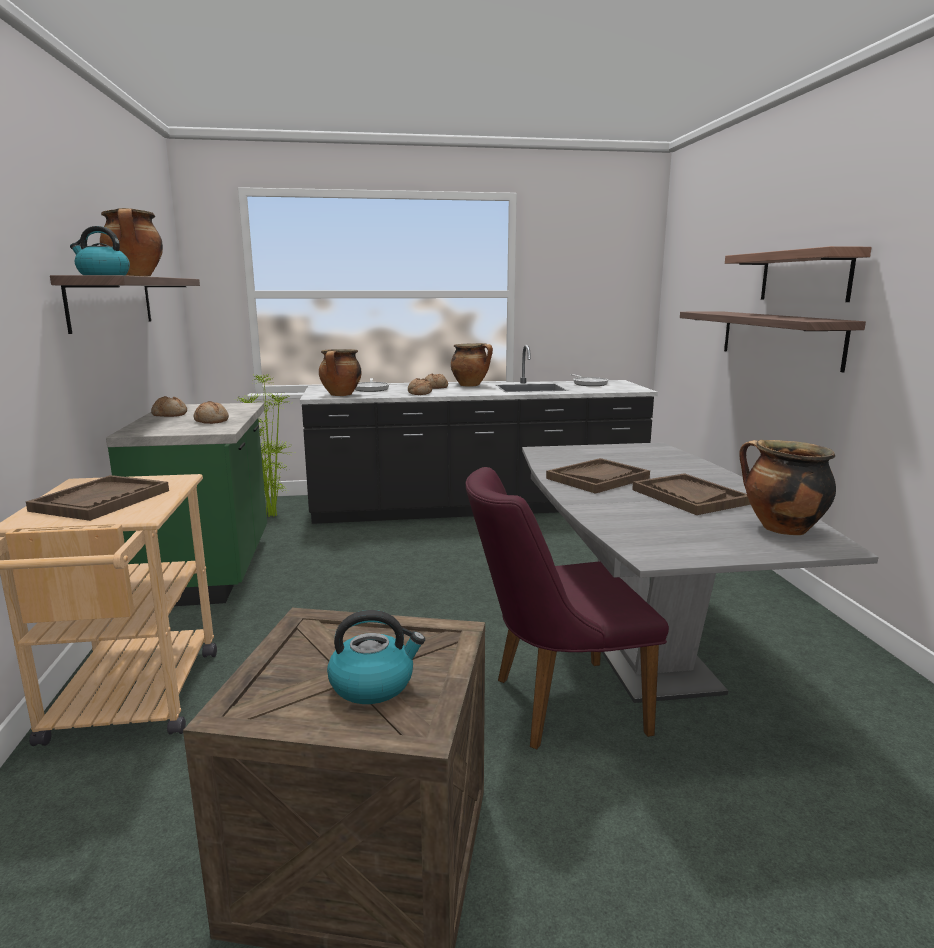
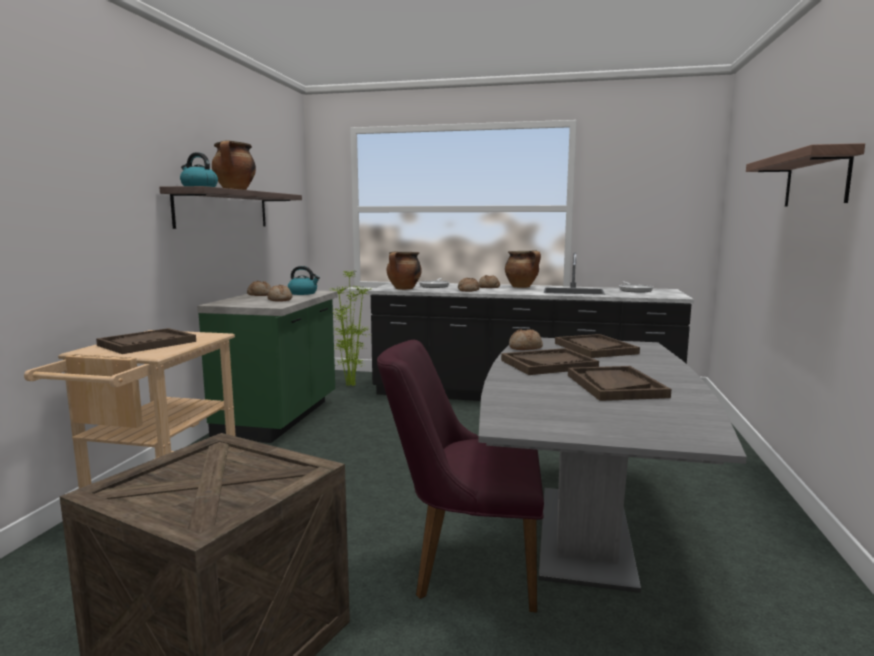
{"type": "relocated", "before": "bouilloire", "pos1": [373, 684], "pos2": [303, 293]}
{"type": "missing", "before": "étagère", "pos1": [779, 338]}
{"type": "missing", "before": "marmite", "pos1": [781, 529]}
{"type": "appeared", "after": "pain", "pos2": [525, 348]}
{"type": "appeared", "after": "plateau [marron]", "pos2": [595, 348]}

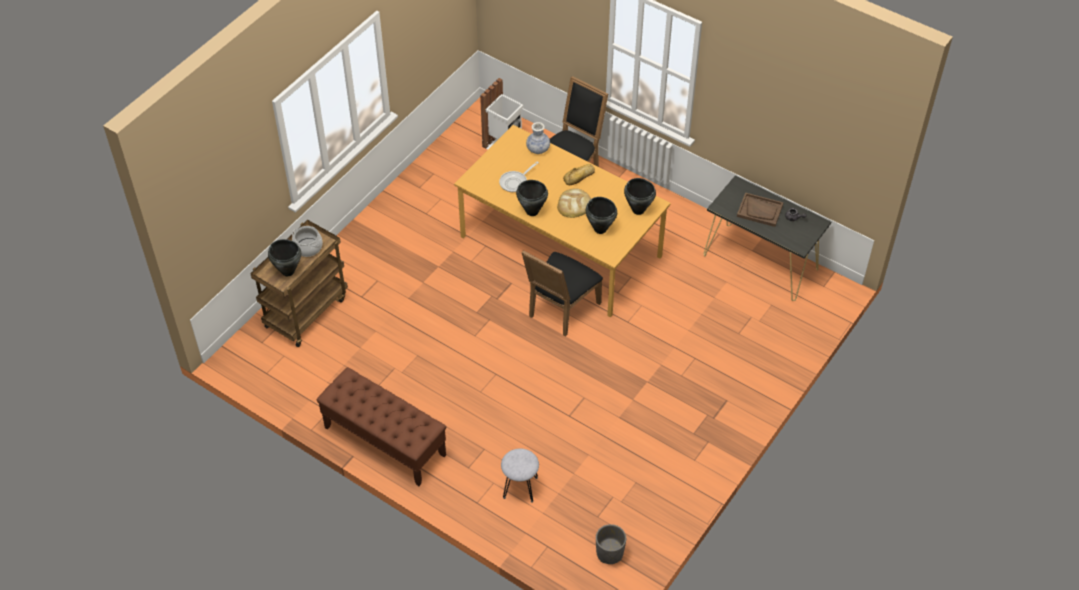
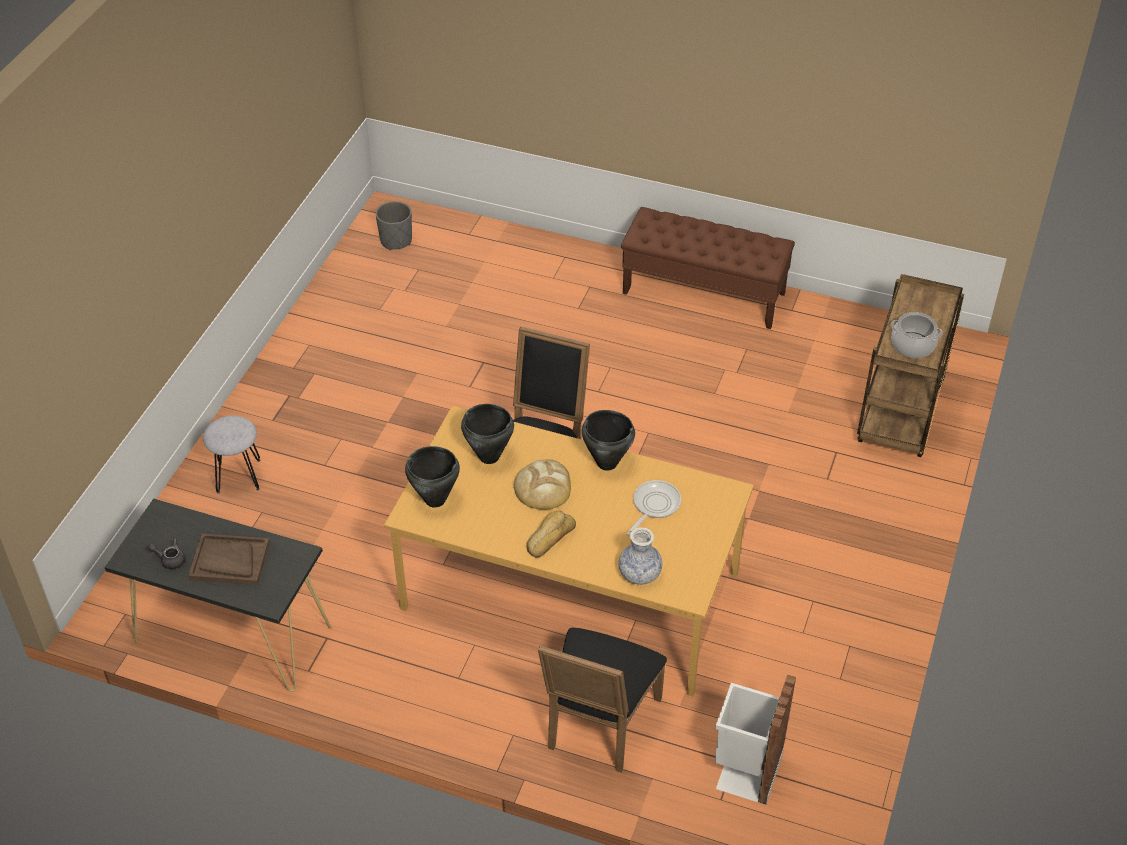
{"type": "missing", "before": "marmite [noir]", "pos1": [288, 271]}
{"type": "relocated", "before": "tabouret [gris]", "pos1": [520, 488], "pos2": [238, 475]}

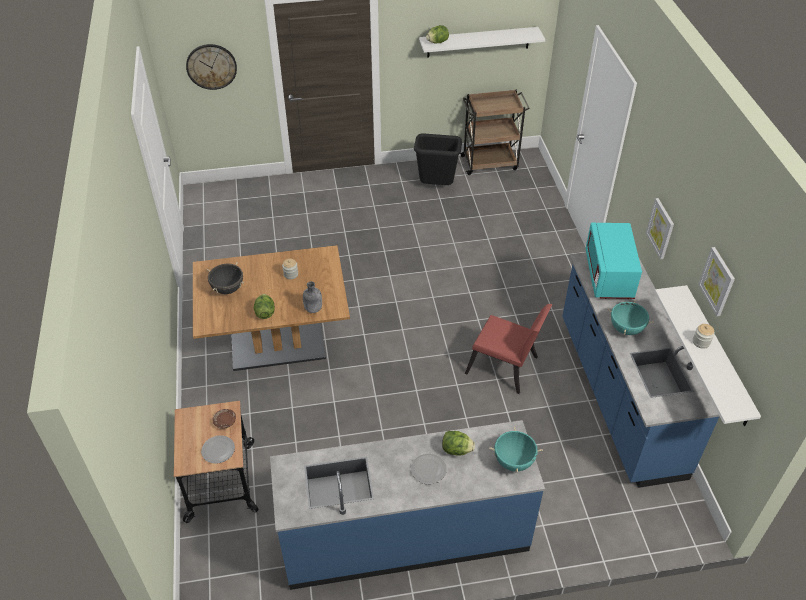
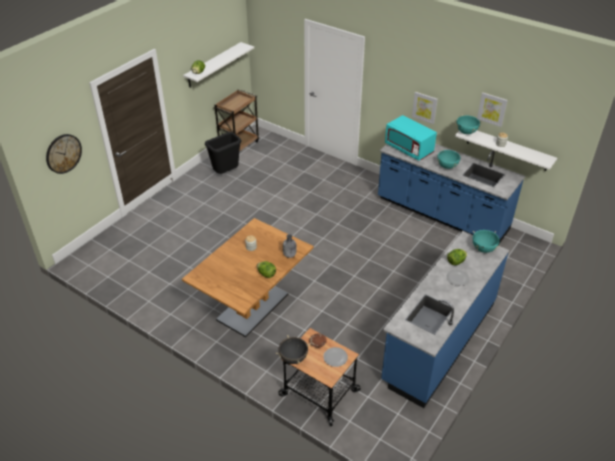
{"type": "relocated", "before": "marmite [noir]", "pos1": [228, 289], "pos2": [293, 358]}
{"type": "missing", "before": "chaise [rouge]", "pos1": [505, 368]}
{"type": "appeared", "after": "marmite [turquoise]", "pos2": [466, 132]}

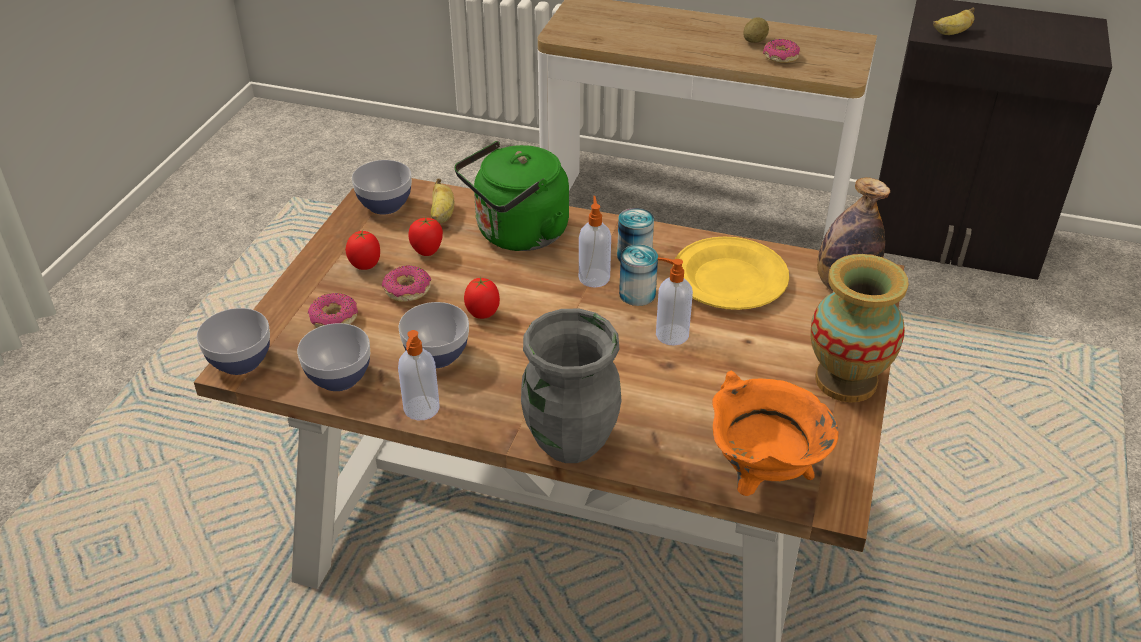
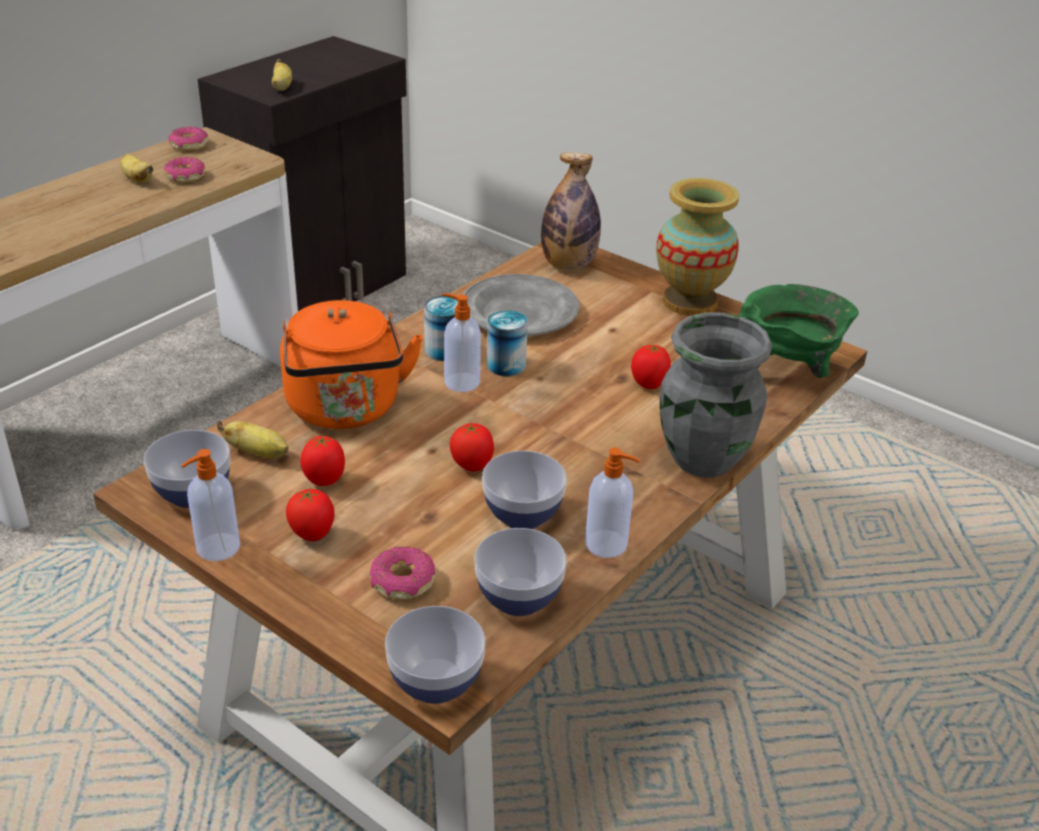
{"type": "relocated", "before": "beignet", "pos1": [407, 290], "pos2": [189, 145]}
{"type": "colour", "before": "bouilloire [vert]", "after": "bouilloire [orange]", "pos1": [517, 234], "pos2": [346, 410]}
{"type": "relocated", "before": "distributeur de savon", "pos1": [670, 334], "pos2": [216, 548]}
{"type": "colour", "before": "assiette [jaune]", "after": "assiette [gris]", "pos1": [730, 279], "pos2": [519, 312]}
{"type": "colour", "before": "marmite [orange]", "after": "marmite [vert]", "pos1": [762, 477], "pos2": [787, 373]}
{"type": "exchanged", "before": "pomme de terre", "after": "banane", "pos1": [754, 41], "pos2": [137, 179]}
{"type": "appeared", "after": "tomate", "pos2": [649, 385]}

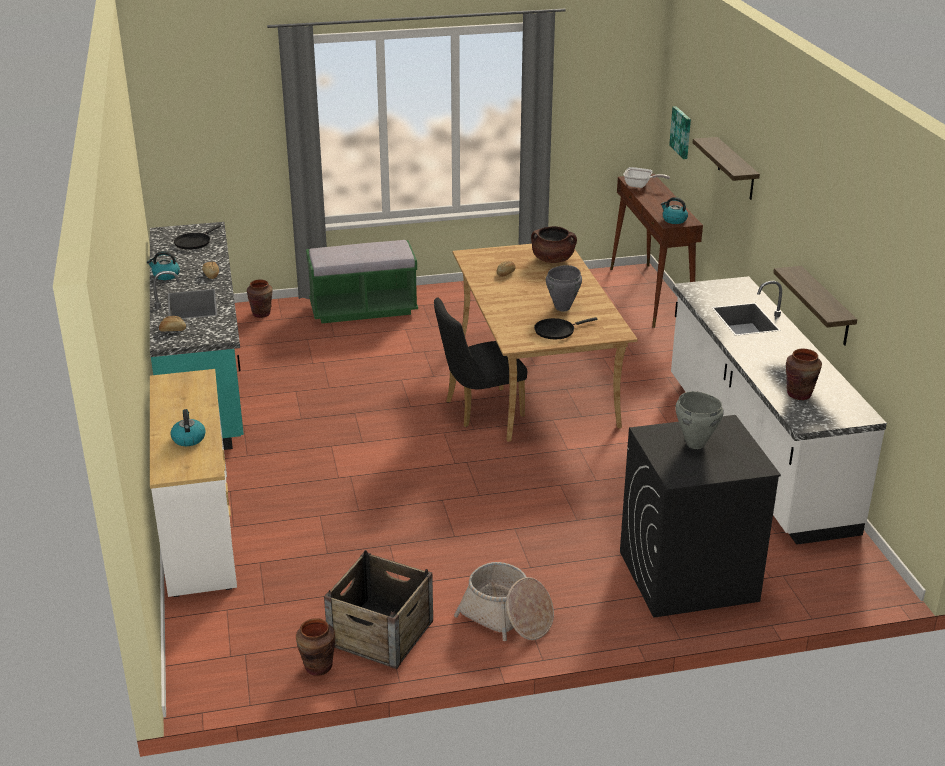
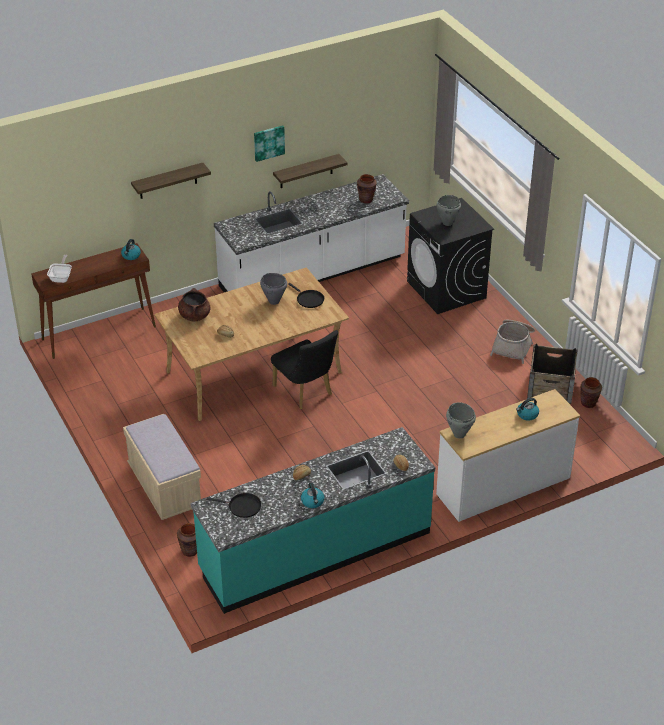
{"type": "colour", "before": "banc [vert]", "after": "banc [beige]", "pos1": [363, 309], "pos2": [165, 487]}
{"type": "relocated", "before": "tableau", "pos1": [682, 132], "pos2": [268, 142]}
{"type": "appeared", "after": "marmite [gris]", "pos2": [459, 434]}

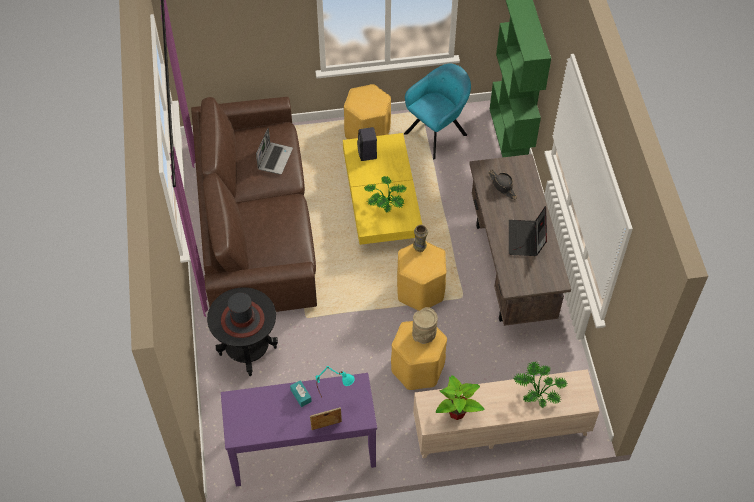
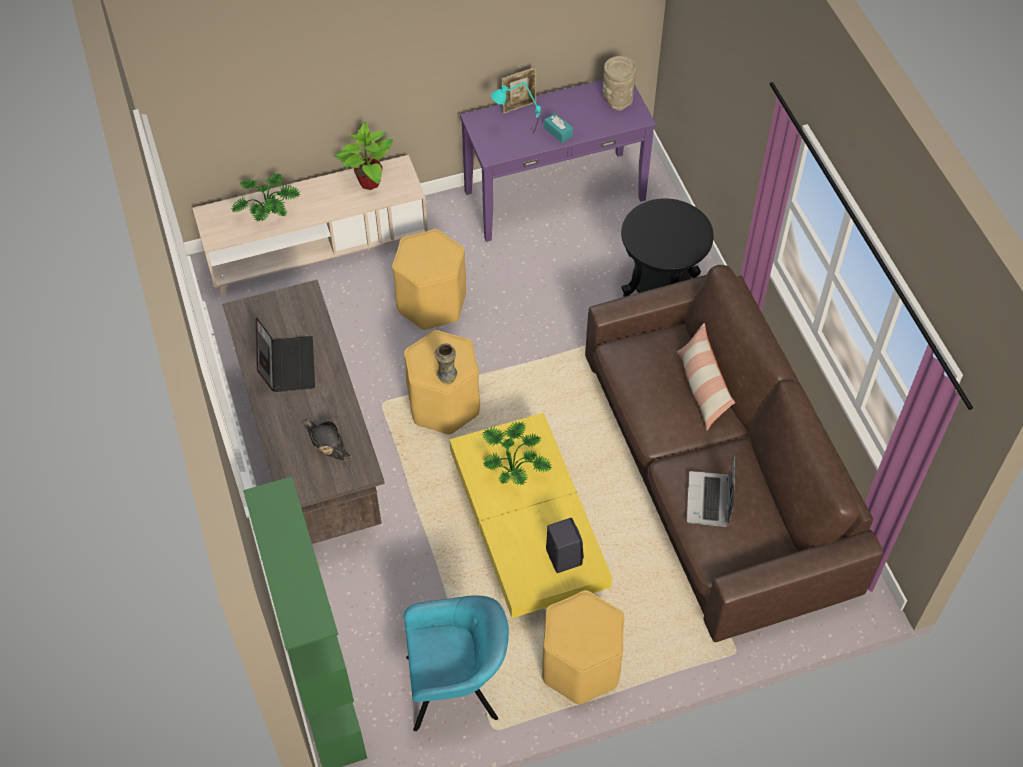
{"type": "missing", "before": "chapeau", "pos1": [242, 320]}
{"type": "spun", "before": "fauteuil [turquoise]", "pos1": [437, 133], "pos2": [457, 687], "turn": -135}
{"type": "relocated", "before": "vase [beige]", "pos1": [424, 335], "pos2": [617, 99]}
{"type": "appeared", "after": "coussin", "pos2": [702, 388]}

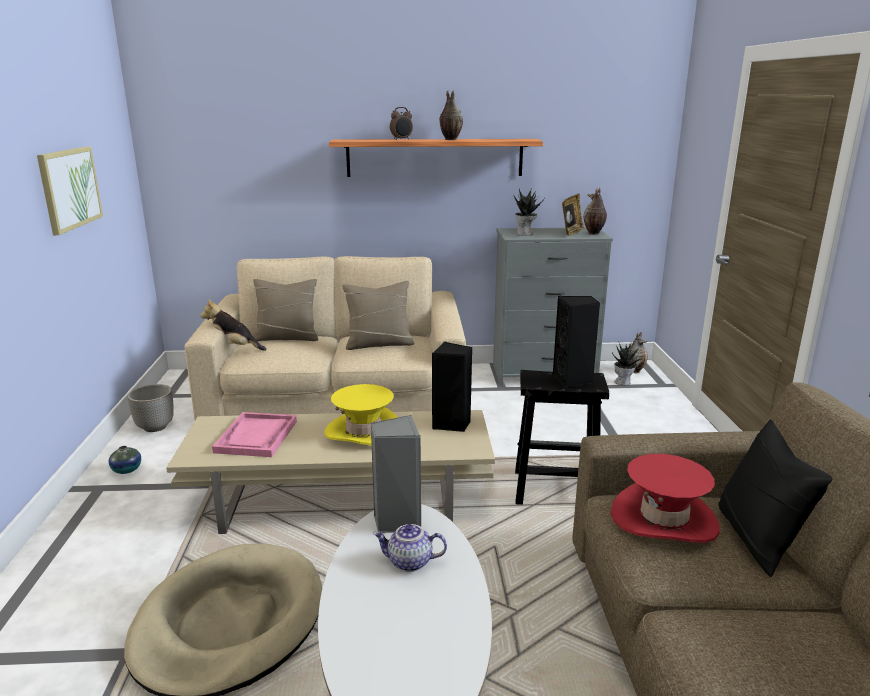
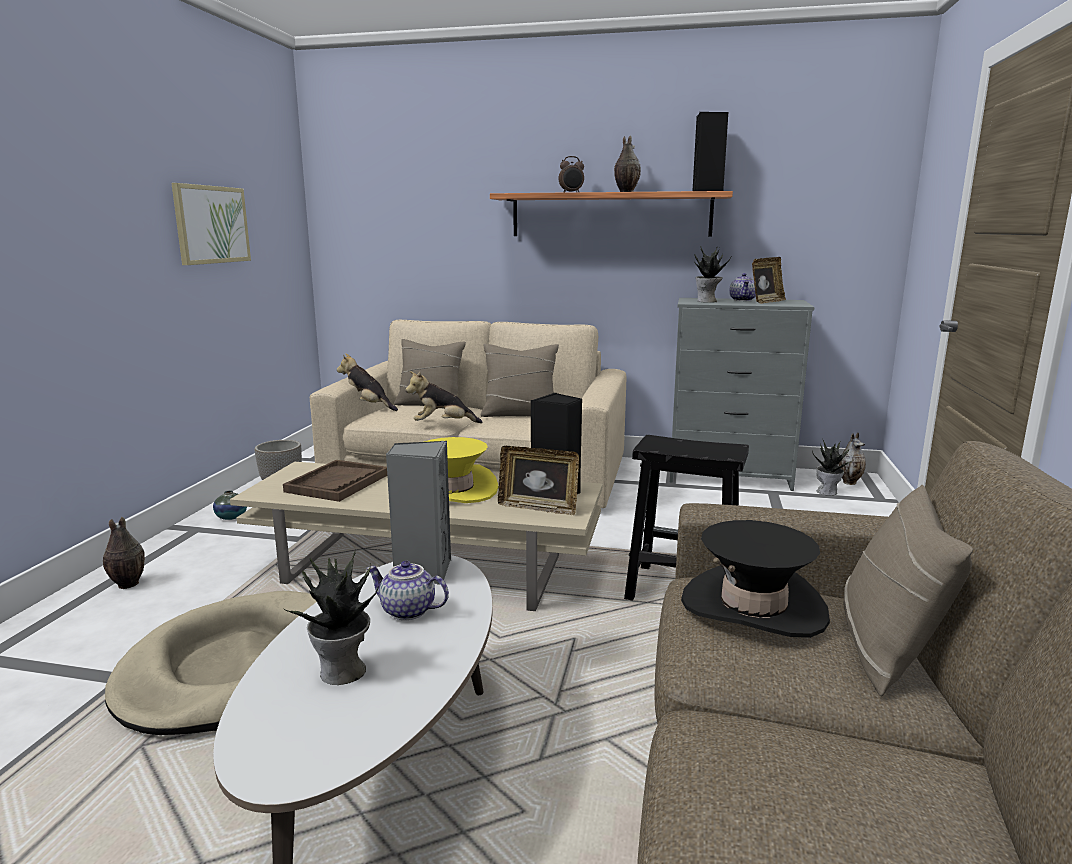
{"type": "colour", "before": "plateau [rose]", "after": "plateau [marron]", "pos1": [256, 436], "pos2": [338, 483]}
{"type": "relocated", "before": "enceinte [noir]", "pos1": [573, 380], "pos2": [707, 191]}
{"type": "relocated", "before": "vase", "pos1": [593, 233], "pos2": [127, 585]}
{"type": "colour", "before": "chapeau [rouge]", "after": "chapeau [noir]", "pos1": [663, 518], "pos2": [753, 606]}
{"type": "colour", "before": "coussin [noir]", "after": "coussin [beige]", "pos1": [757, 538], "pos2": [887, 650]}
{"type": "appeared", "after": "plante en pot", "pos2": [342, 673]}
{"type": "appeared", "after": "peluche", "pos2": [442, 425]}
{"type": "appeared", "after": "cadre photo", "pos2": [538, 508]}
{"type": "appeared", "after": "théière", "pos2": [743, 300]}

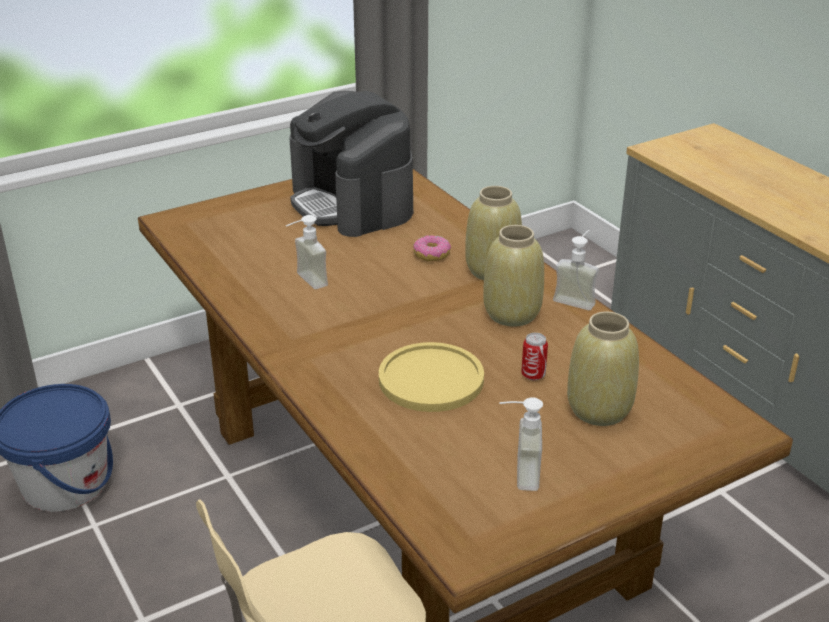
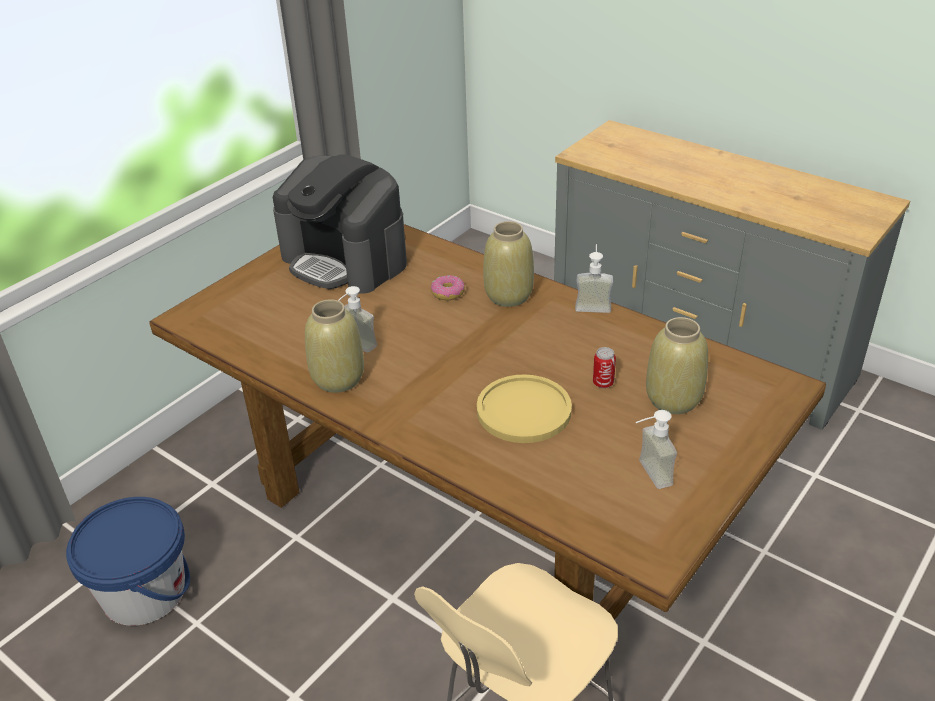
{"type": "relocated", "before": "vase [beige]", "pos1": [512, 314], "pos2": [339, 379]}

